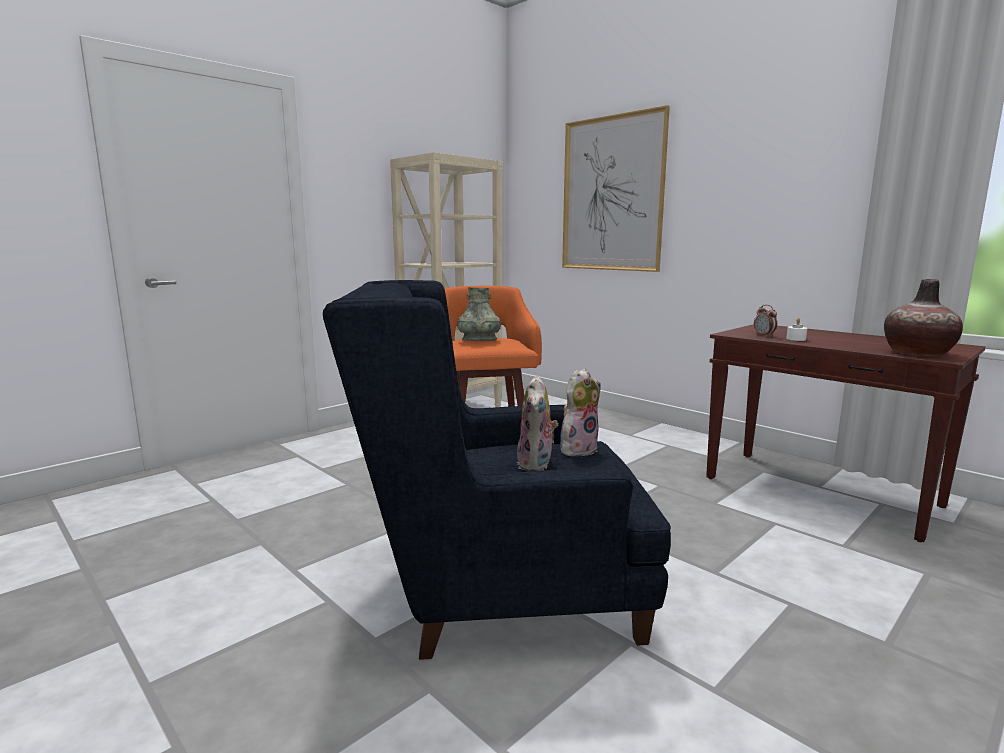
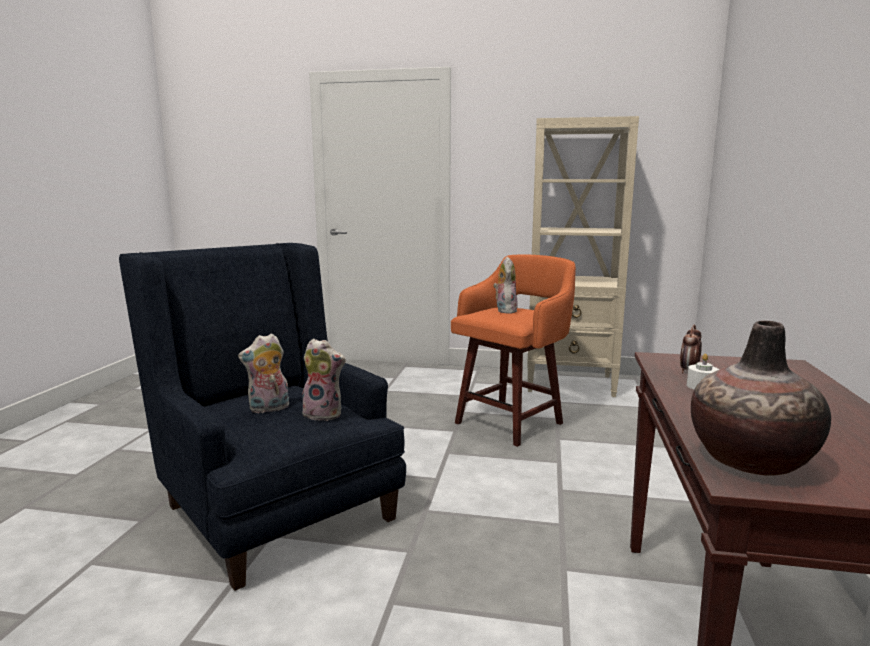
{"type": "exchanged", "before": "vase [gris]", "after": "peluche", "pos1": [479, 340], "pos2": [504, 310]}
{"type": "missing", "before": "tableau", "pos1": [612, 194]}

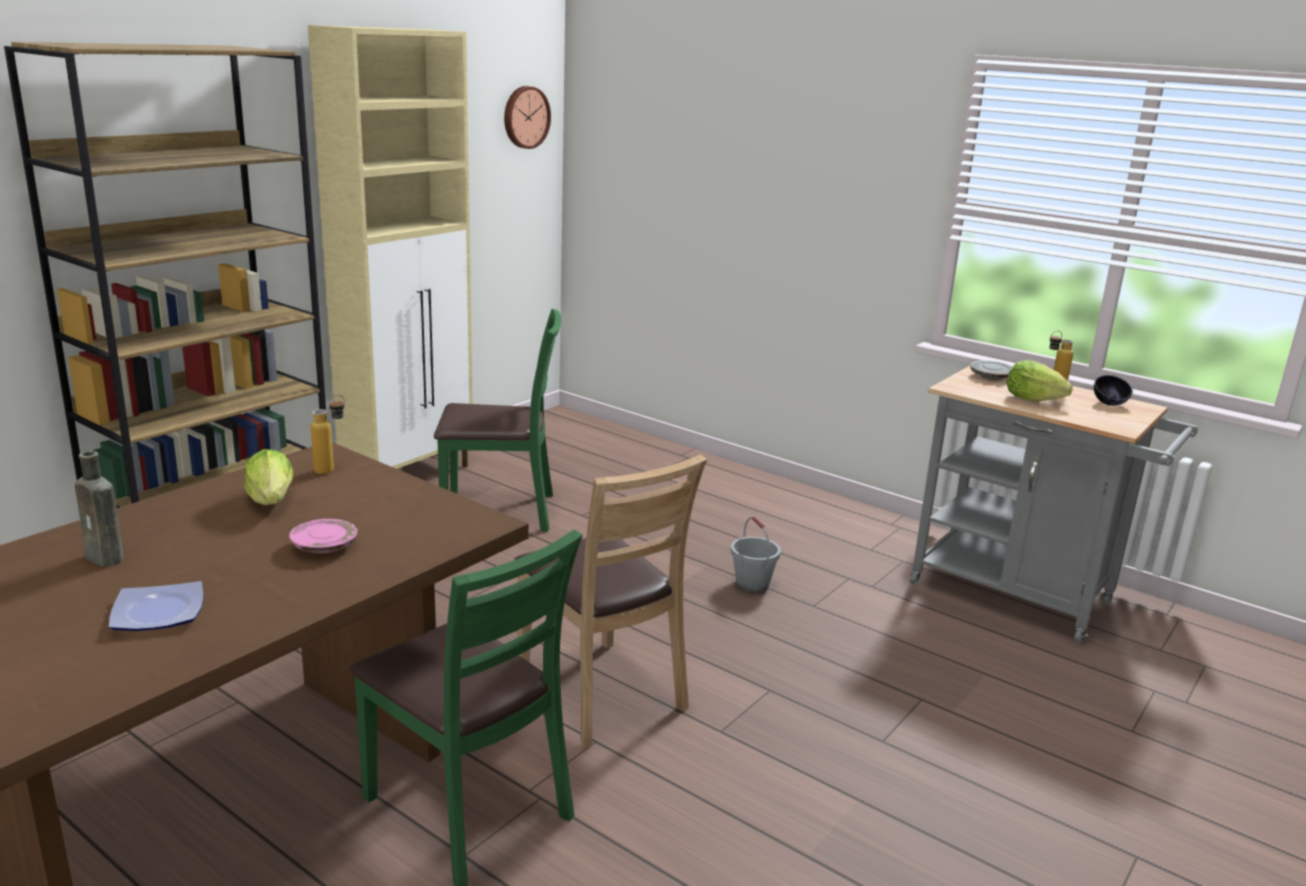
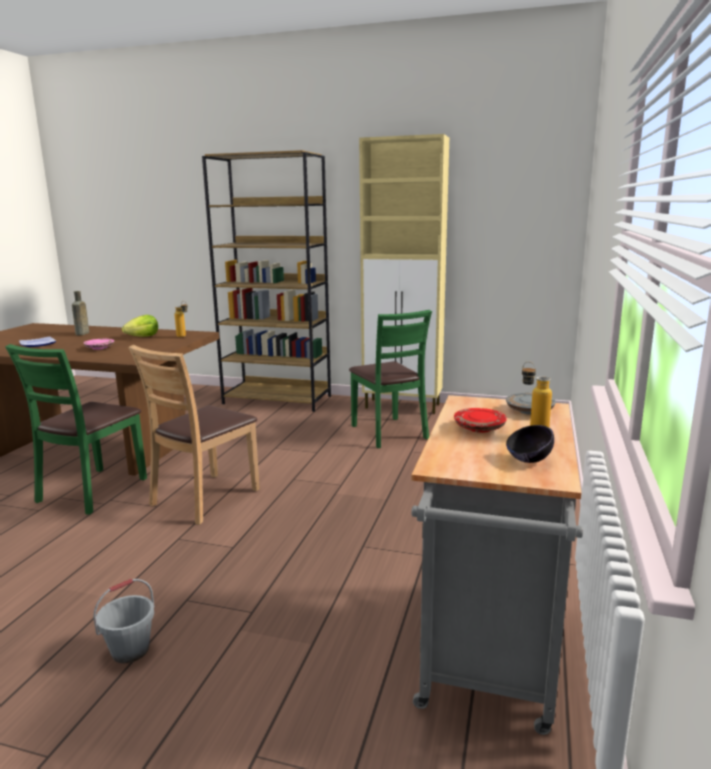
{"type": "missing", "before": "horloge murale", "pos1": [525, 117]}
{"type": "relocated", "before": "seau [gris]", "pos1": [752, 585], "pos2": [130, 651]}
{"type": "exchanged", "before": "laitue", "after": "assiette [rouge]", "pos1": [1032, 399], "pos2": [479, 428]}

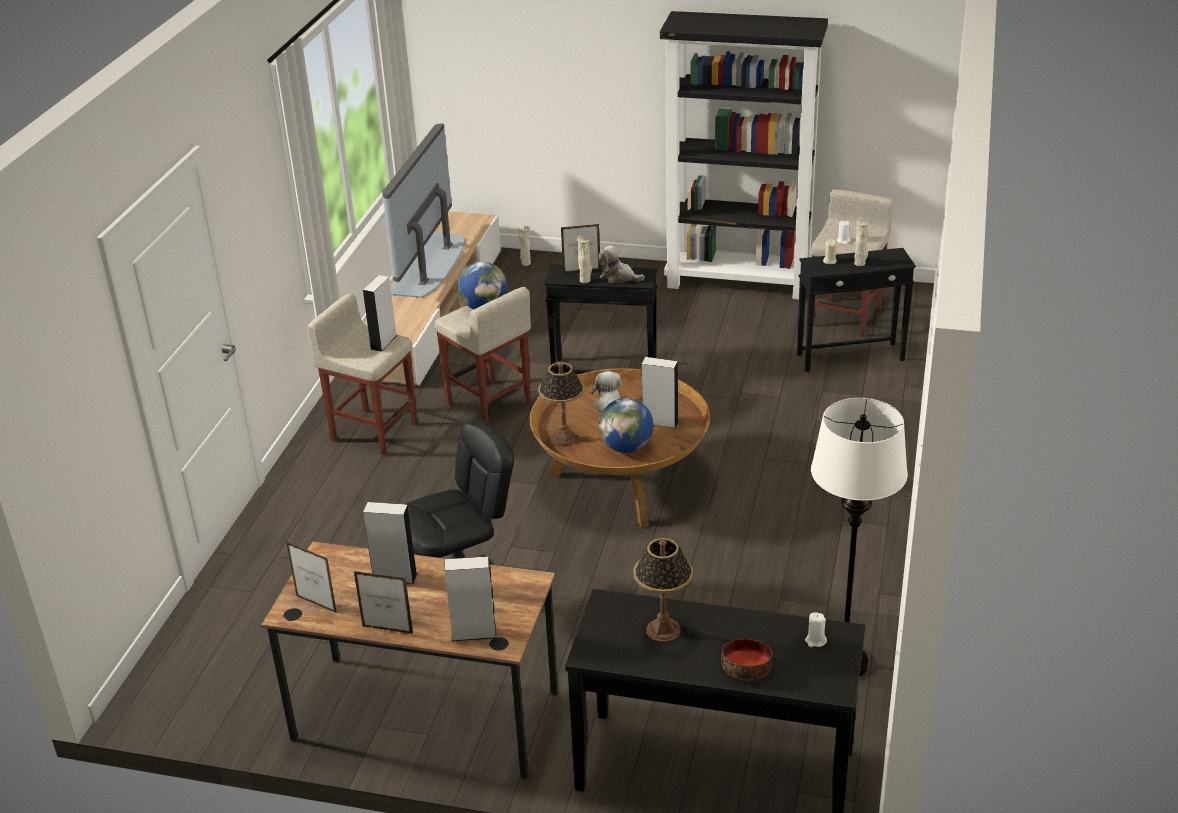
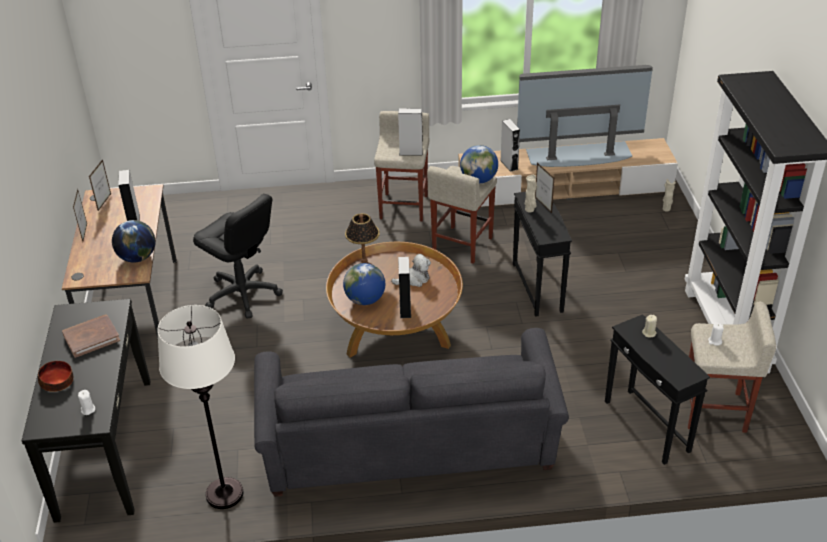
{"type": "relocated", "before": "enceinte [gris]", "pos1": [474, 633], "pos2": [509, 165]}
{"type": "missing", "before": "peluche", "pos1": [618, 277]}
{"type": "exchanged", "before": "lampe de table", "after": "livre [marron]", "pos1": [663, 630], "pos2": [91, 337]}
{"type": "missing", "before": "vase [beige]", "pos1": [860, 264]}
{"type": "appeared", "after": "globe", "pos2": [137, 258]}
{"type": "appeared", "after": "canapé [gris]", "pos2": [409, 451]}

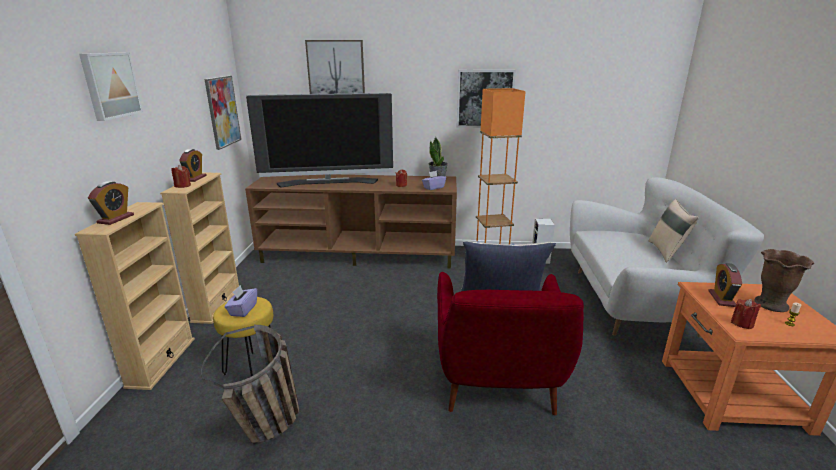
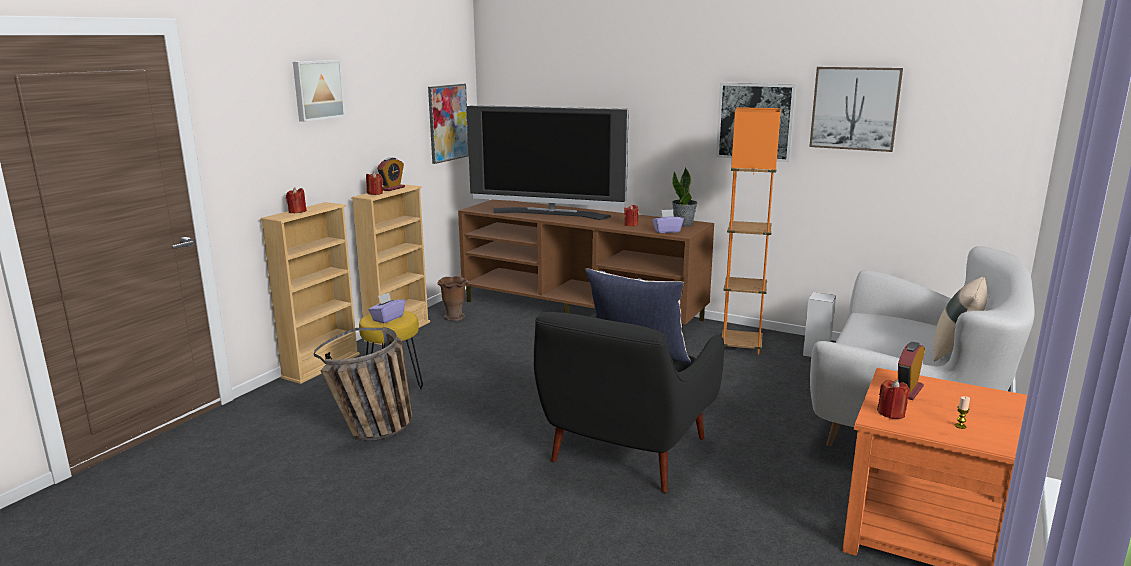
{"type": "exchanged", "before": "réveil", "after": "bougie [rouge]", "pos1": [116, 219], "pos2": [297, 211]}
{"type": "relocated", "before": "tableau", "pos1": [336, 70], "pos2": [855, 108]}
{"type": "colour", "before": "fauteuil [rouge]", "after": "fauteuil [noir]", "pos1": [497, 384], "pos2": [625, 454]}
{"type": "relocated", "before": "vase [marron]", "pos1": [771, 304], "pos2": [454, 317]}

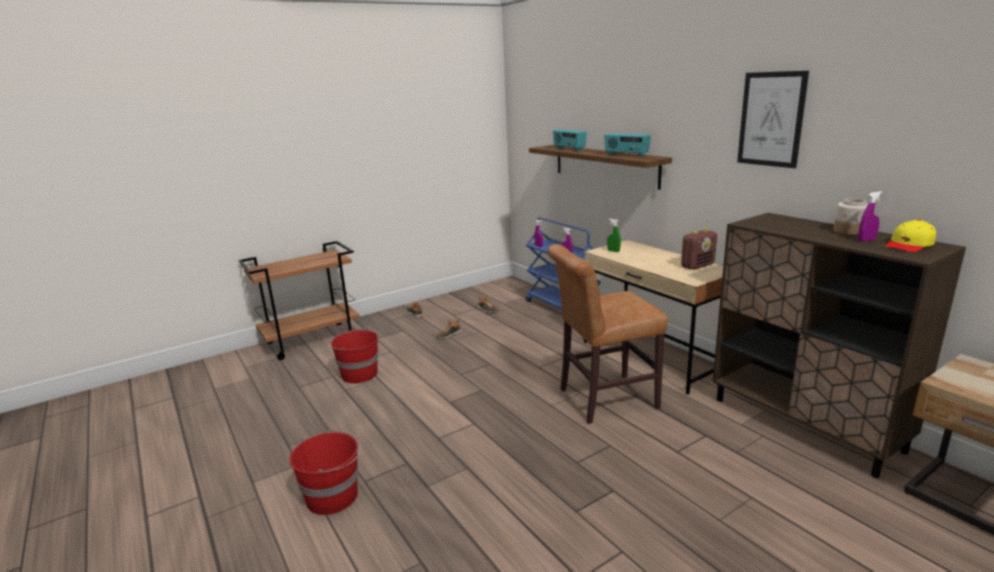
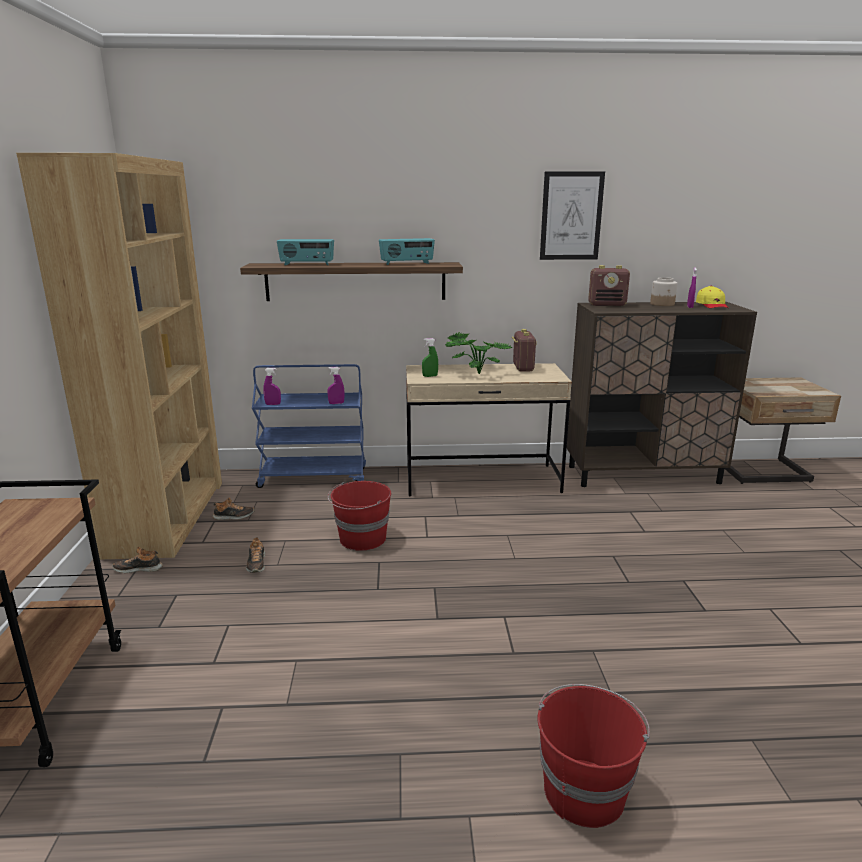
{"type": "relocated", "before": "seau [rouge]", "pos1": [358, 374], "pos2": [362, 539]}
{"type": "missing", "before": "chaise [marron]", "pos1": [603, 399]}
{"type": "appeared", "after": "bibliothèque [marron]", "pos2": [167, 517]}
{"type": "appeared", "after": "plante en pot", "pos2": [475, 373]}
{"type": "appeared", "after": "radio", "pos2": [607, 305]}

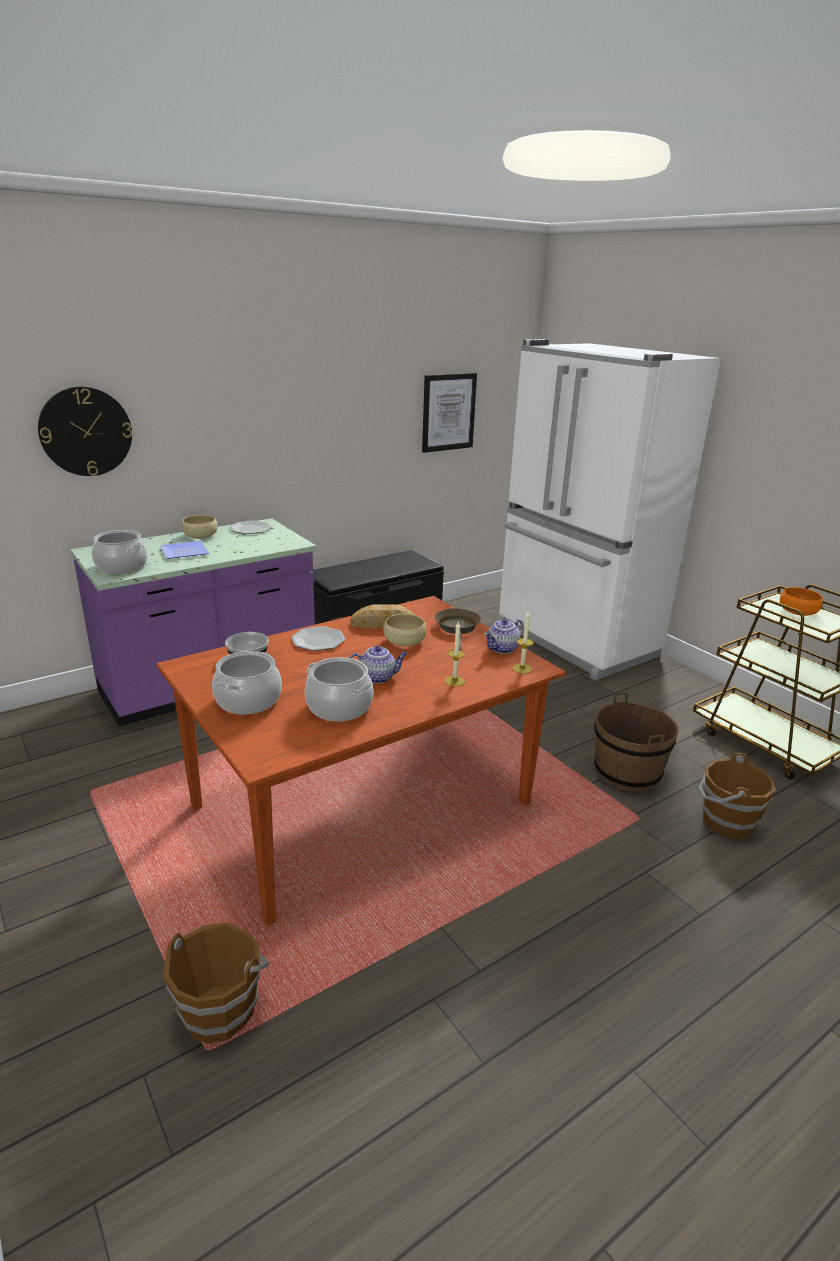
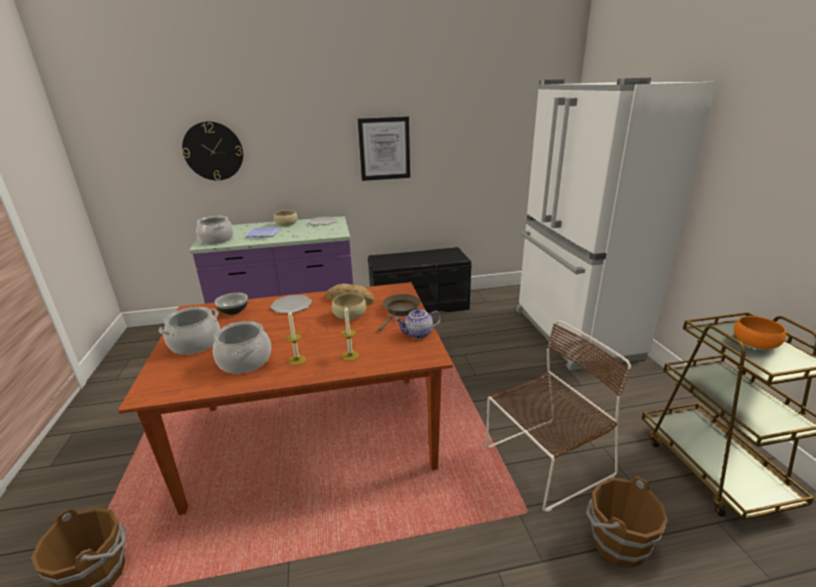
{"type": "missing", "before": "théière", "pos1": [378, 677]}
{"type": "relocated", "before": "tableau", "pos1": [448, 412], "pos2": [384, 149]}
{"type": "relocated", "before": "bougie", "pos1": [522, 668], "pos2": [297, 360]}
{"type": "exchanged", "before": "seau [marron]", "after": "chaise [marron]", "pos1": [627, 772], "pos2": [545, 462]}

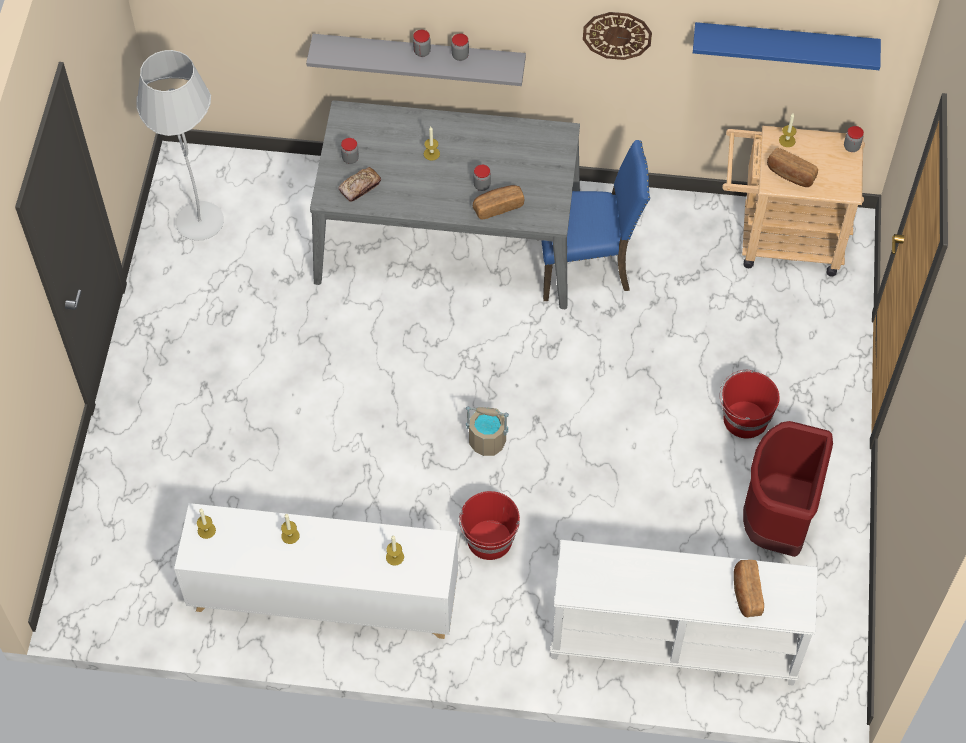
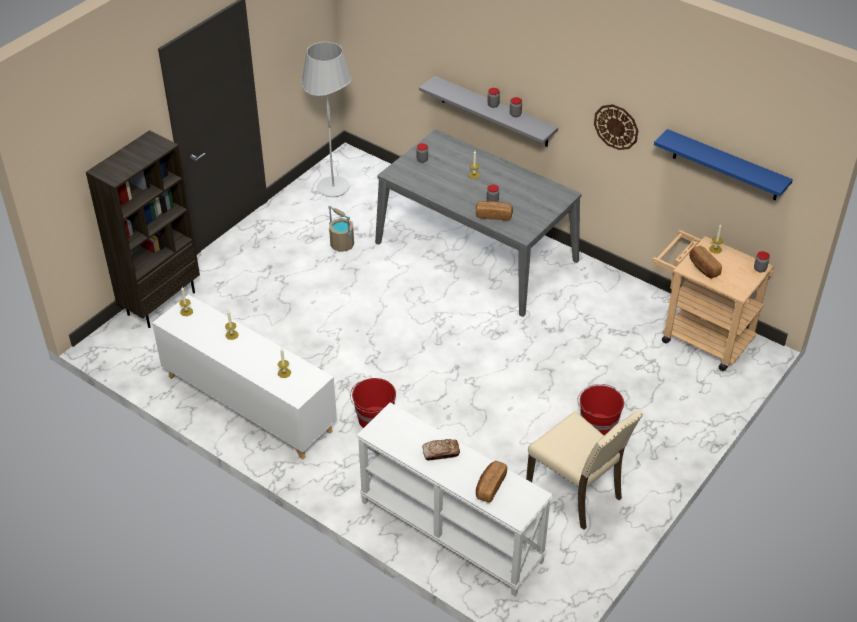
{"type": "relocated", "before": "pain", "pos1": [360, 187], "pos2": [440, 452]}
{"type": "relocated", "before": "seau [beige]", "pos1": [487, 441], "pos2": [342, 244]}
{"type": "missing", "before": "chaise [bleu]", "pos1": [585, 265]}
{"type": "exchanged", "before": "poubelle [rouge]", "after": "chaise [beige]", "pos1": [776, 521], "pos2": [576, 493]}
{"type": "appeared", "after": "bibliothèque [marron]", "pos2": [161, 302]}

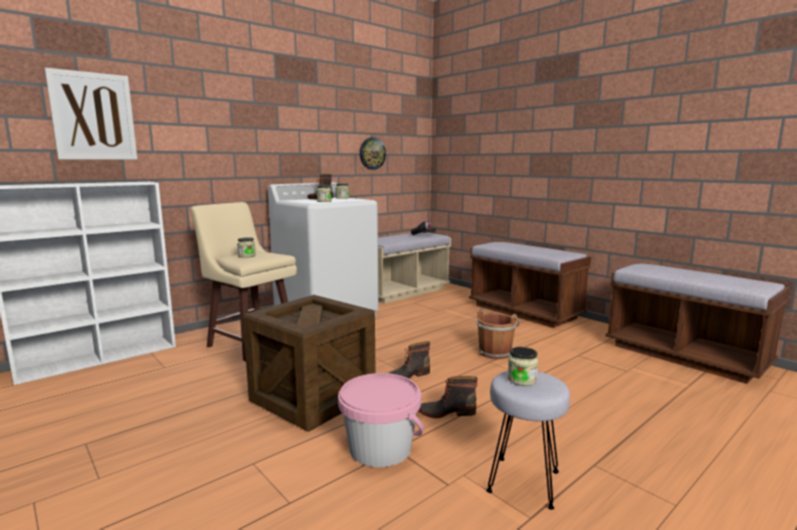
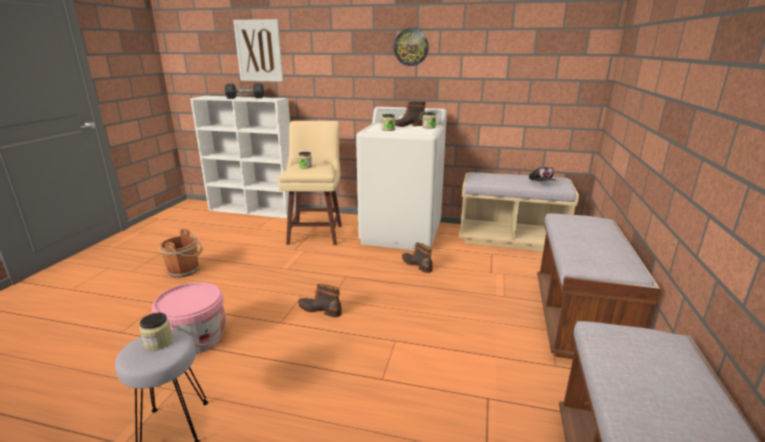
{"type": "missing", "before": "caisse", "pos1": [313, 398]}
{"type": "relocated", "before": "horloge murale", "pos1": [372, 153], "pos2": [411, 47]}
{"type": "relocated", "before": "botte", "pos1": [446, 412], "pos2": [417, 264]}
{"type": "relocated", "before": "seau [marron]", "pos1": [495, 352], "pos2": [185, 270]}
{"type": "appeared", "after": "haltère [gris]", "pos2": [245, 98]}

